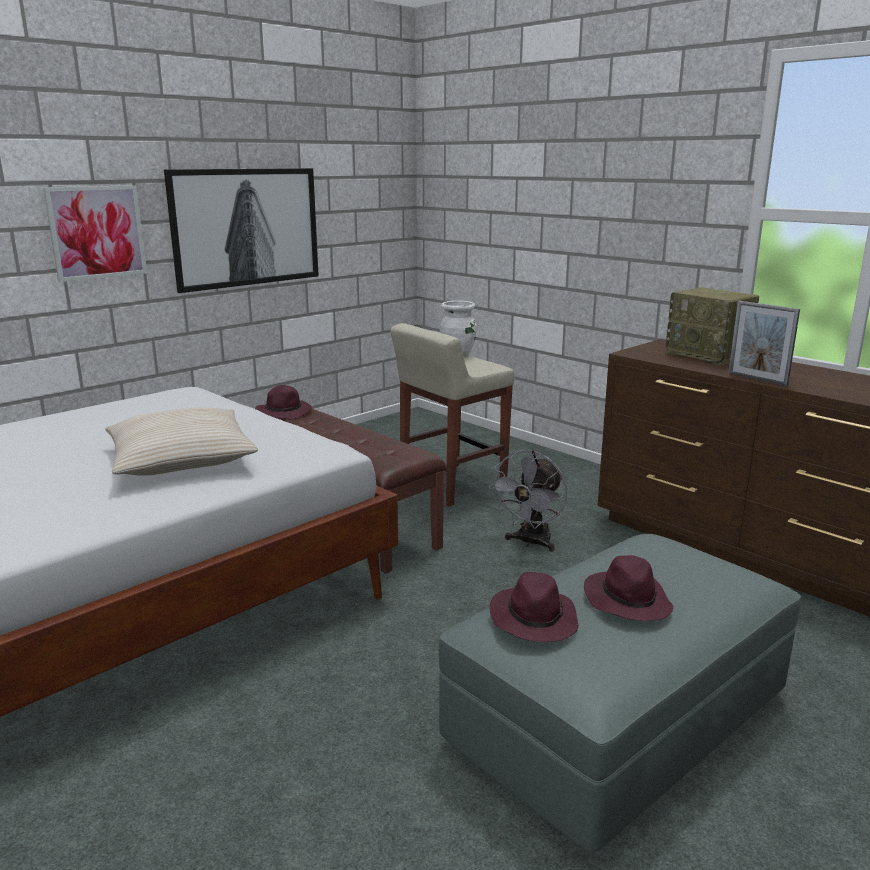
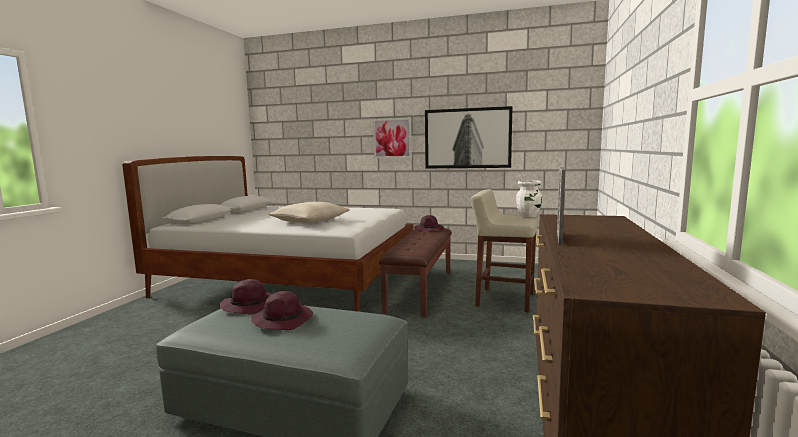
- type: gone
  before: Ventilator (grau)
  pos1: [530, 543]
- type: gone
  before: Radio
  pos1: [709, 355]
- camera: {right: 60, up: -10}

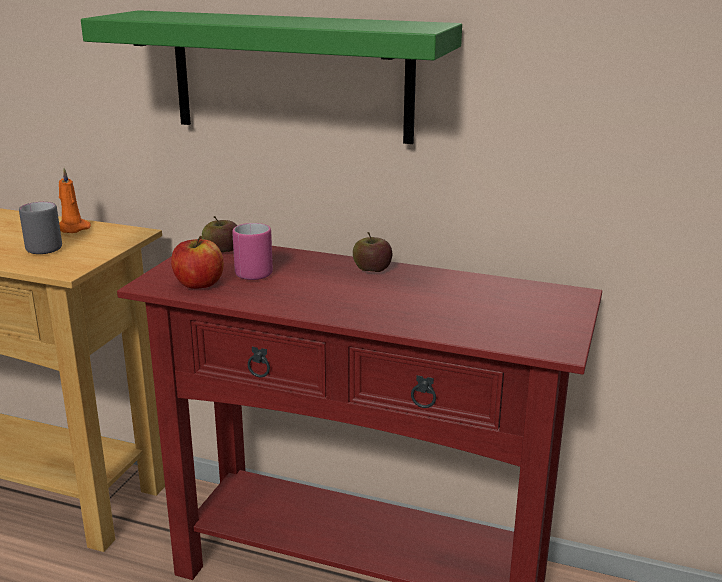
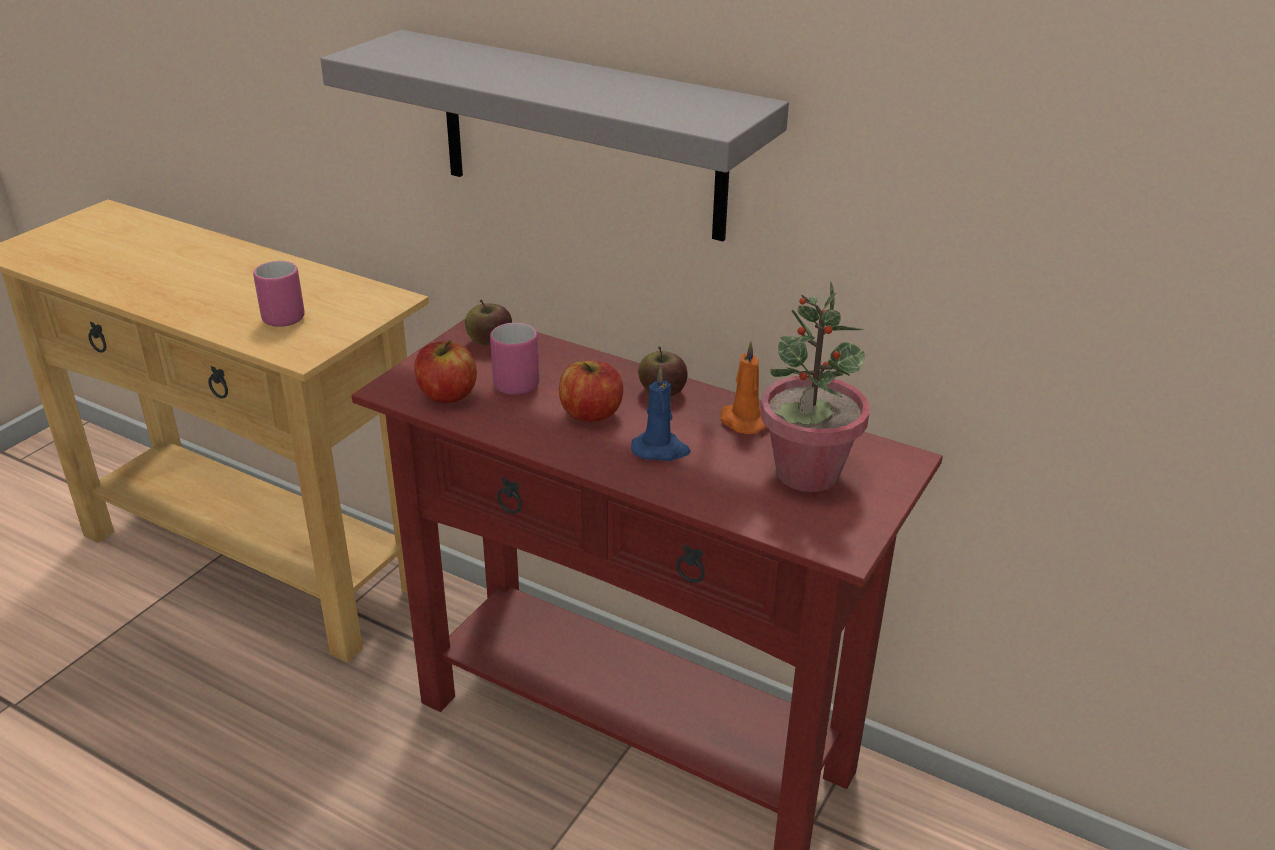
- type: new
  after: Apfel
  pos2: [591, 413]
- type: new
  after: Kerze (blau)
  pos2: [661, 450]
- type: new
  after: Topfpflanze
  pos2: [806, 473]
- type: shifted
  before: Kerze (orange)
  pos1: [71, 228]
  pos2: [742, 421]
- type: repainted
  before: Henkelbecher (grau)
  after: Henkelbecher (rosa)
  pos1: [43, 247]
  pos2: [283, 315]
- type: repainted
  before: Wandregal (grün)
  after: Wandregal (grau)
  pos1: [291, 76]
  pos2: [581, 135]
- camera: {right: 10, up: 10}

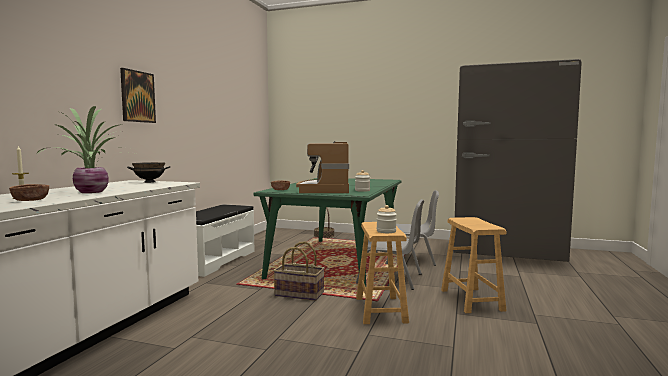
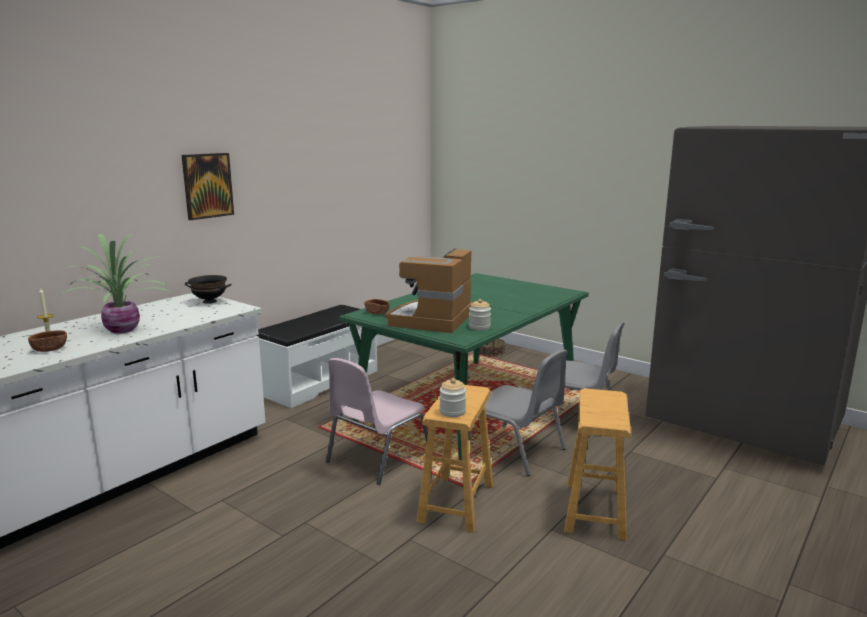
- type: swapped
  before: Korb
  after: Stuhl (rosa)
  pos1: [298, 294]
  pos2: [377, 457]
- camera: {right: 20, up: 10}

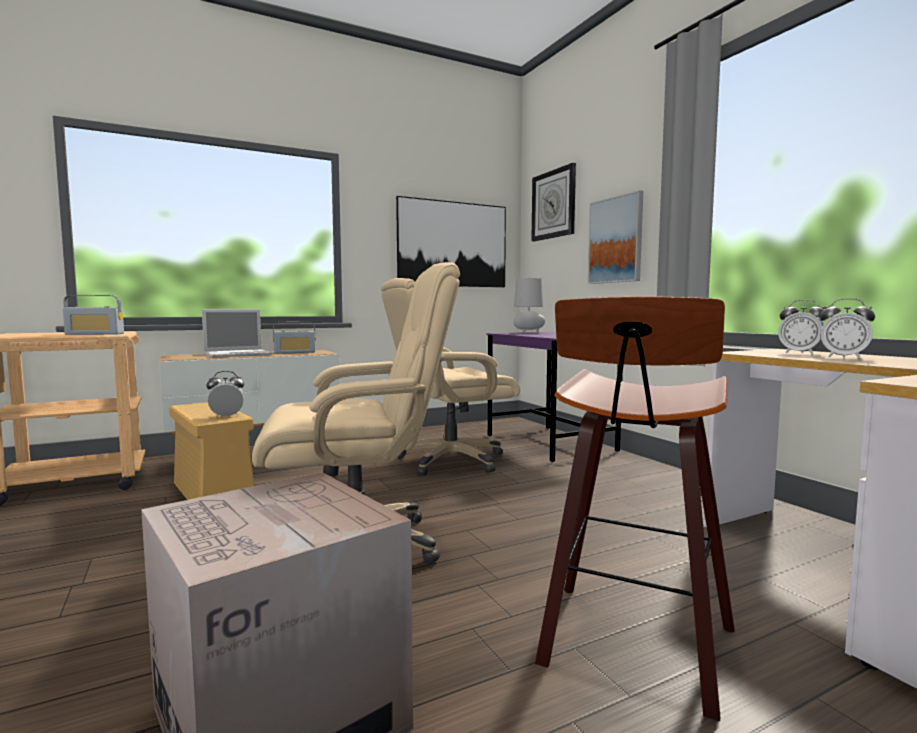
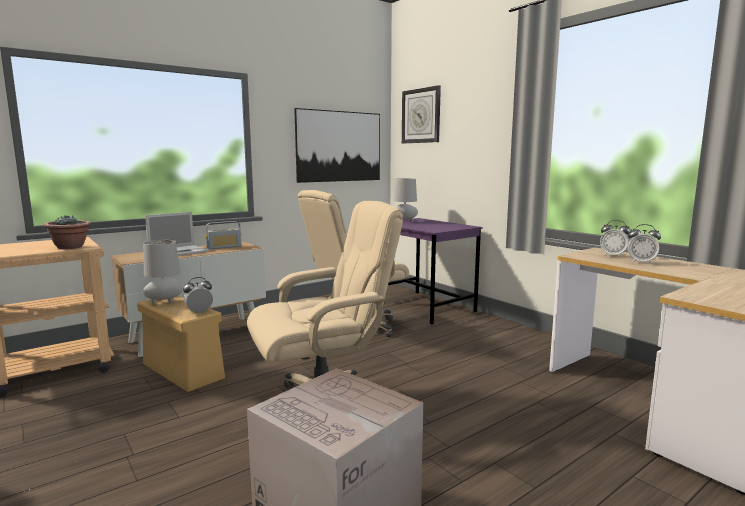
- type: gone
  before: Hocker
  pos1: [633, 648]
- type: gone
  before: Bild
  pos1: [615, 240]
- type: new
  after: Tischlampe (grau)
  pos2: [164, 302]
- type: swapped
  before: Radio
  after: Topfpflanze
  pos1: [95, 334]
  pos2: [70, 247]
- camera: {right: -10, up: 5}

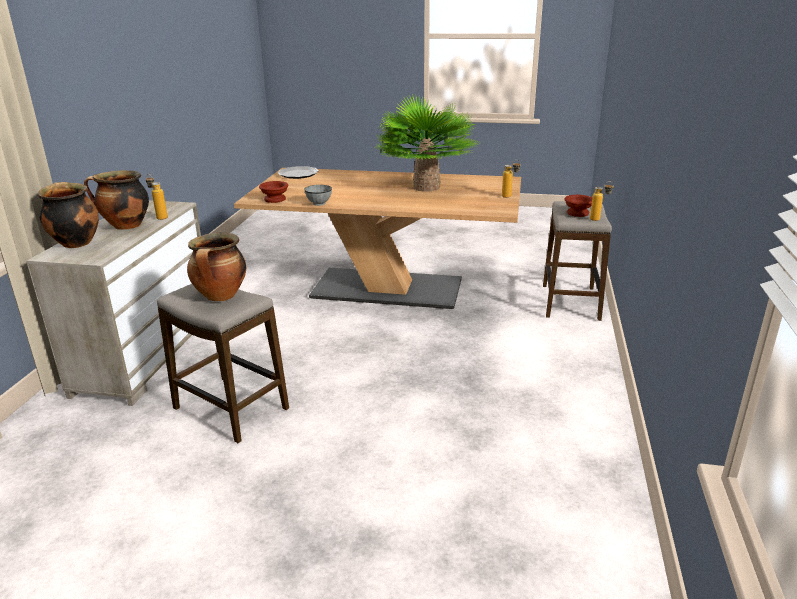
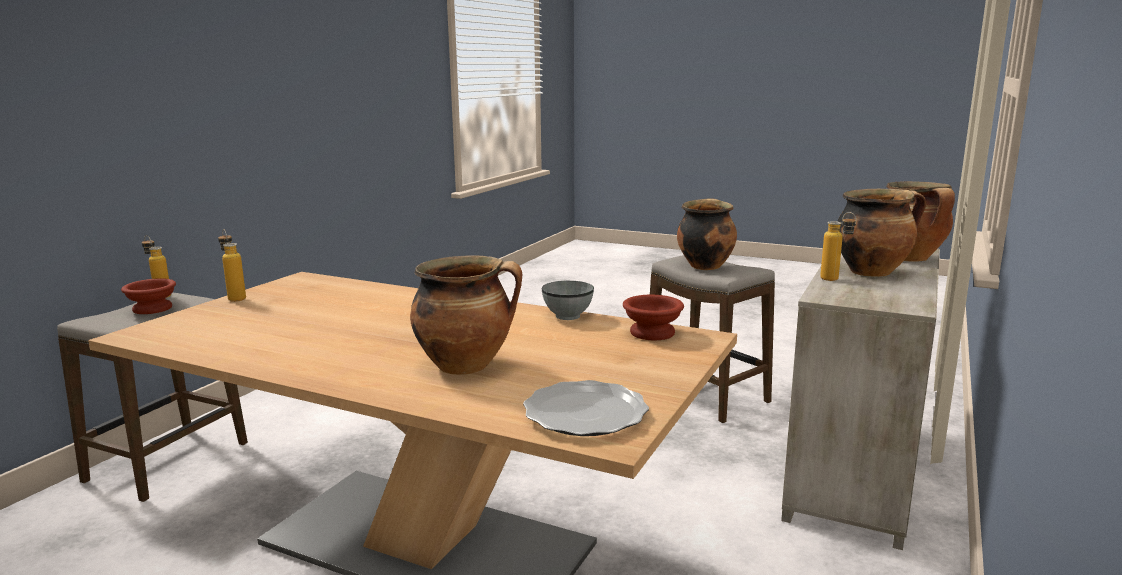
- type: gone
  before: Topfpflanze
  pos1: [426, 187]
- type: new
  after: Kochtopf
  pos2: [467, 366]
- camera: {right: -165, up: -10}

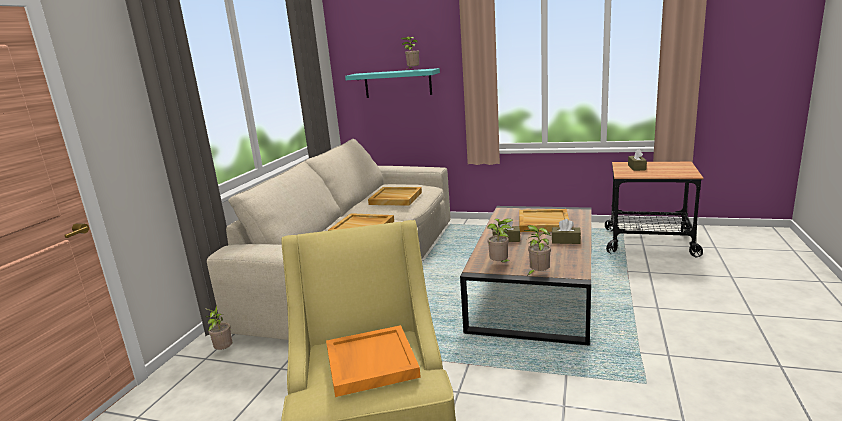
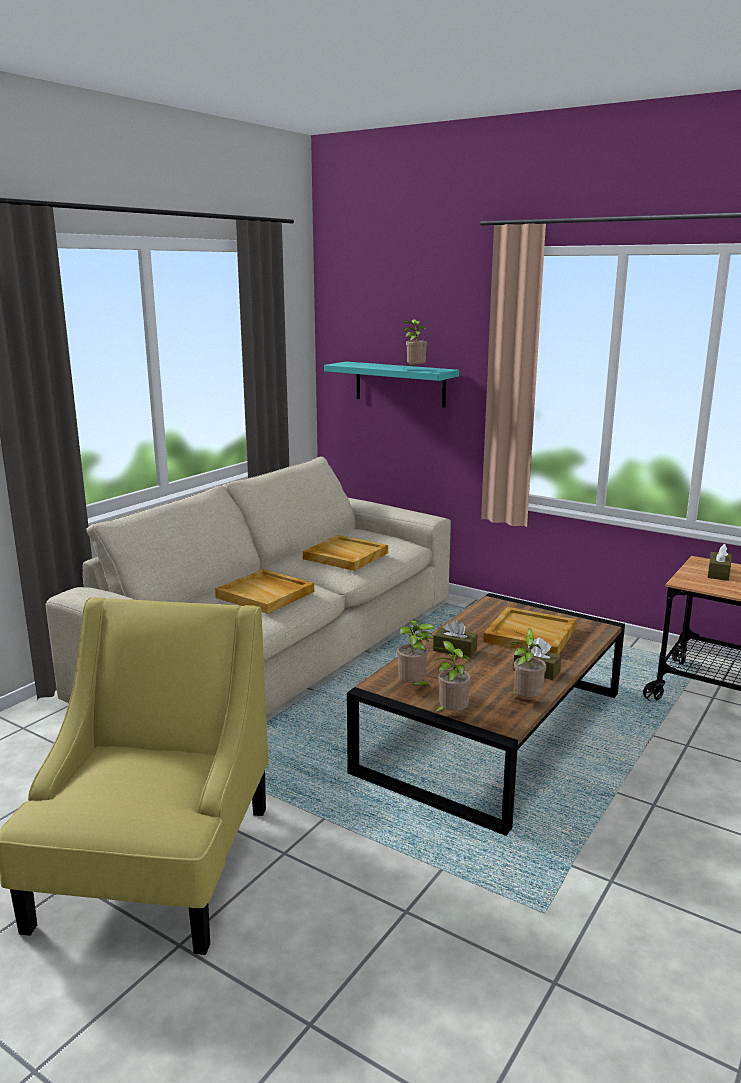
- type: gone
  before: Tablett (orange)
  pos1: [370, 362]
- type: shifted
  before: Topfpflanze
  pos1: [223, 351]
  pos2: [525, 700]
- camera: {right: 15, up: 0}

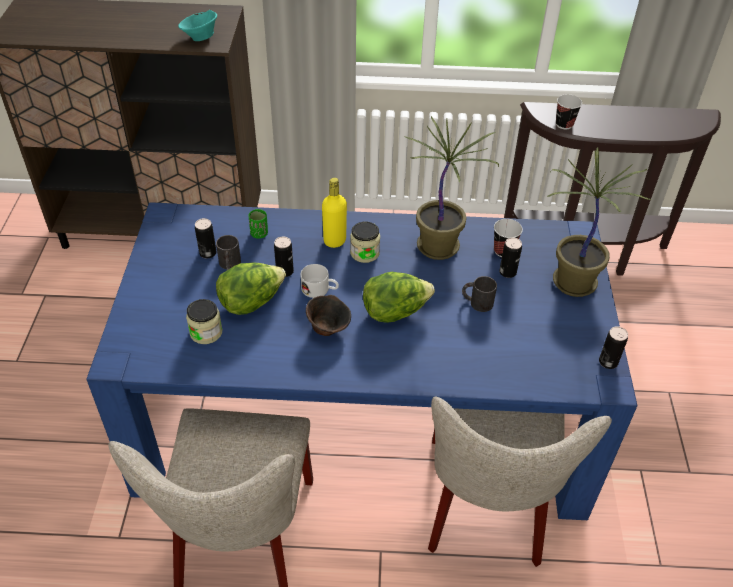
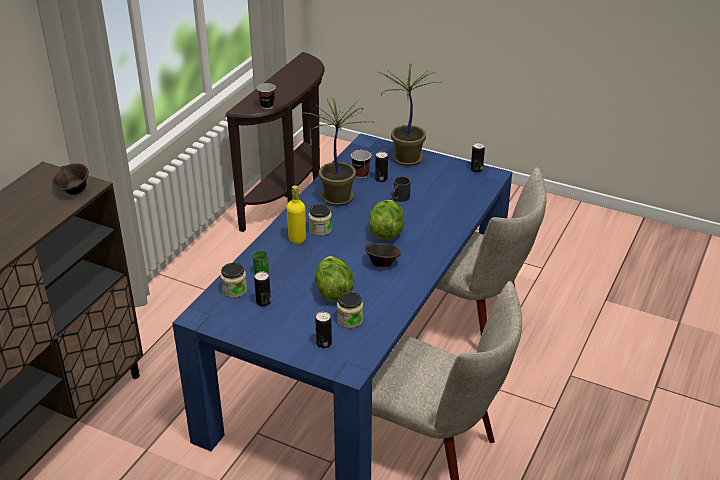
- type: gone
  before: Henkelbecher (schwarz)
  pos1: [229, 265]
- type: gone
  before: Henkelbecher (weiß)
  pos1: [320, 290]
- type: new
  after: Vorratsglas
  pos2: [234, 290]
- type: shifted
  before: Dose
  pos1: [284, 271]
  pos2: [324, 343]
- type: repainted
  before: Schüssel (türkis)
  after: Schüssel (braun)
  pos1: [200, 38]
  pos2: [74, 191]
- camera: {right: -65, up: -10}

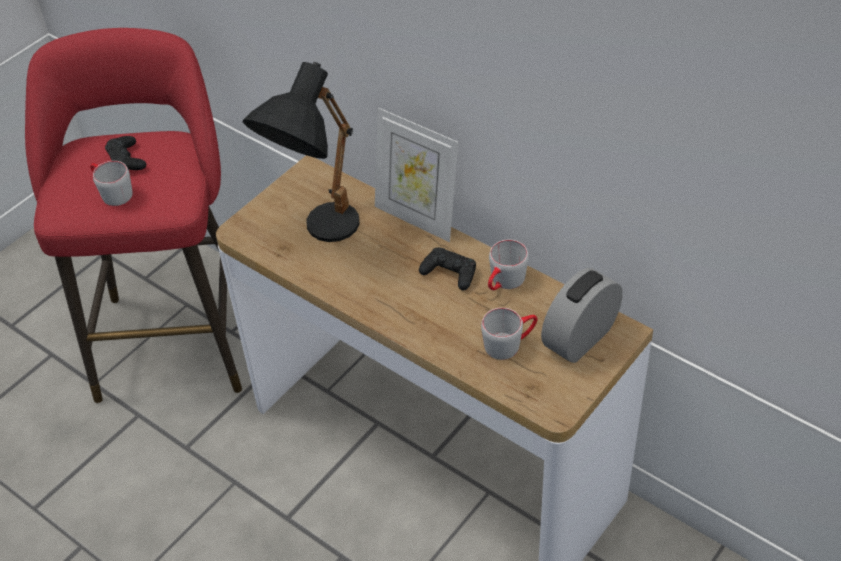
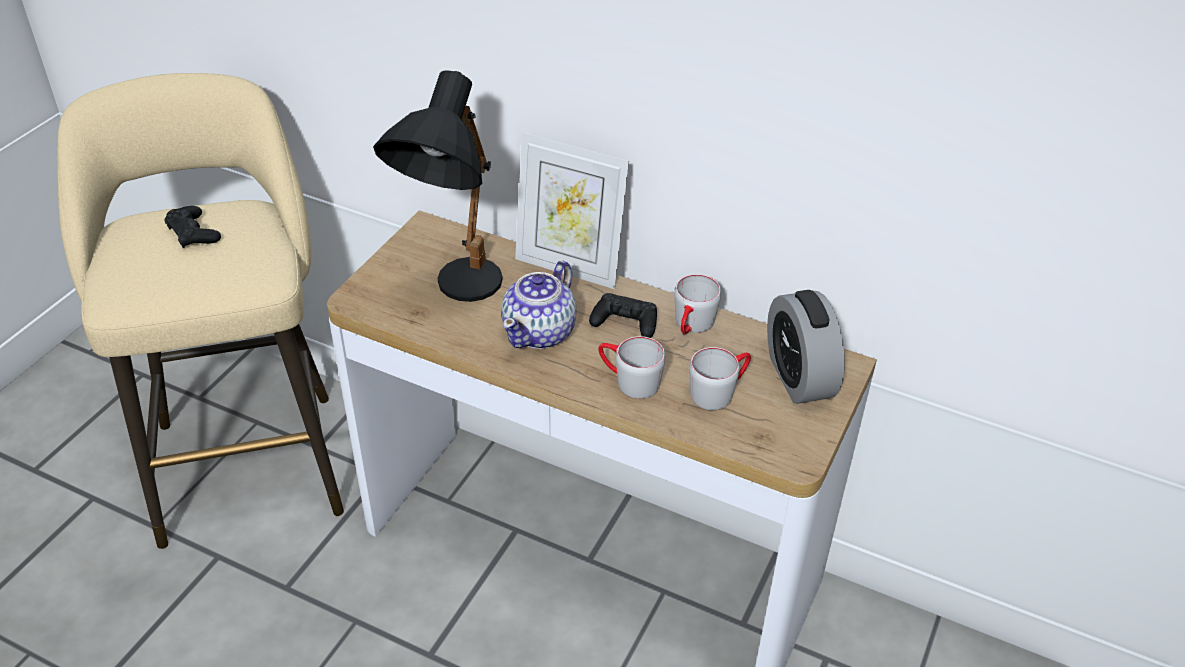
- type: new
  after: Teekanne
  pos2: [540, 332]
- type: shifted
  before: Henkelbecher (grau)
  pos1: [112, 192]
  pos2: [628, 381]
- type: repainted
  before: Hocker (rot)
  after: Hocker (beige)
  pos1: [175, 334]
  pos2: [248, 457]
- type: rotated
  before: Wecker
  pos1: [580, 338]
  pos2: [798, 377]
  turn: -45
- camera: {right: -15, up: -5}

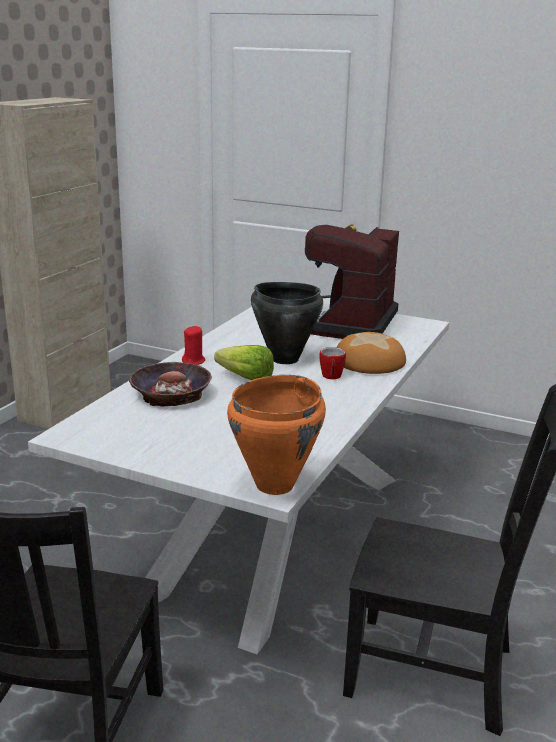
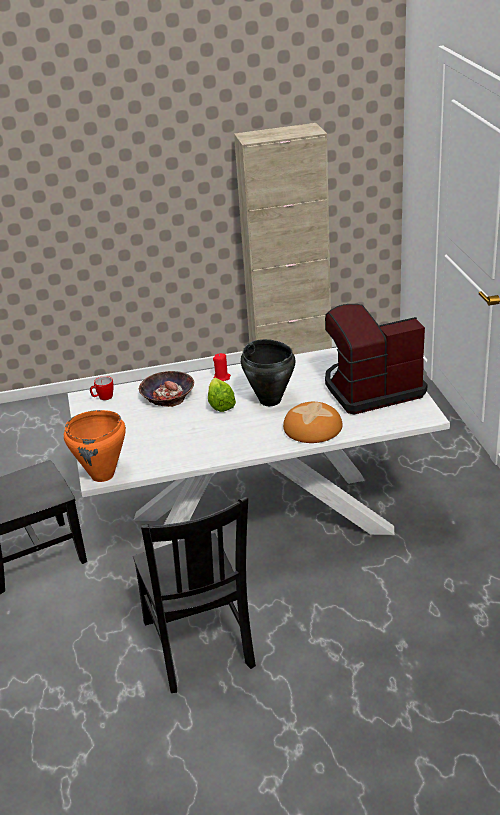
- type: shifted
  before: Henkelbecher
  pos1: [331, 377]
  pos2: [103, 398]
- camera: {right: 55, up: 10}

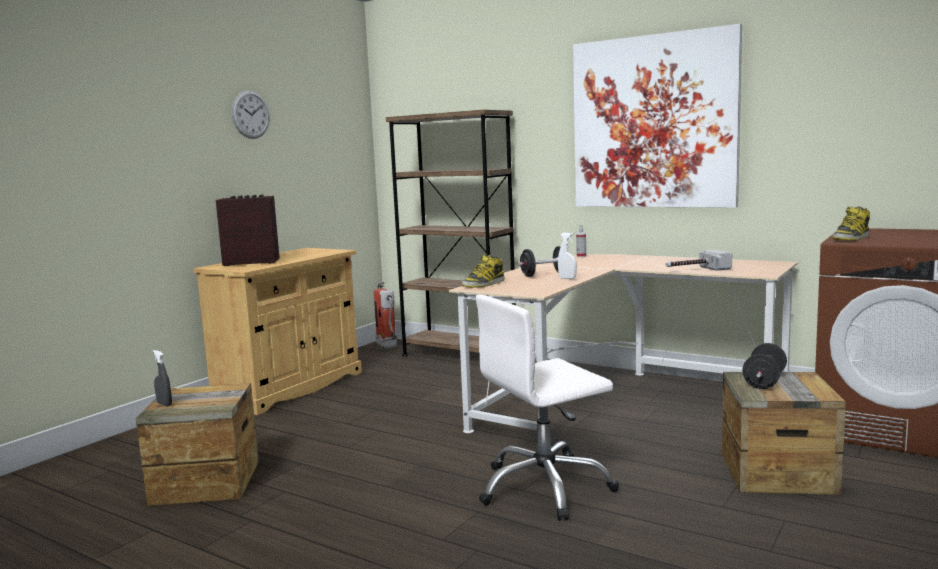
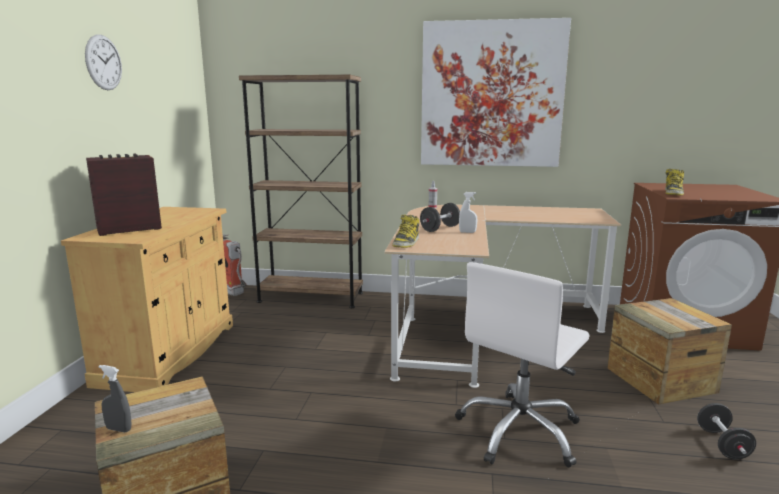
- type: gone
  before: Hammer
  pos1: [695, 270]
- type: shifted
  before: Hantel (schwarz)
  pos1: [764, 381]
  pos2: [722, 444]
- camera: {right: -25, up: 5}

